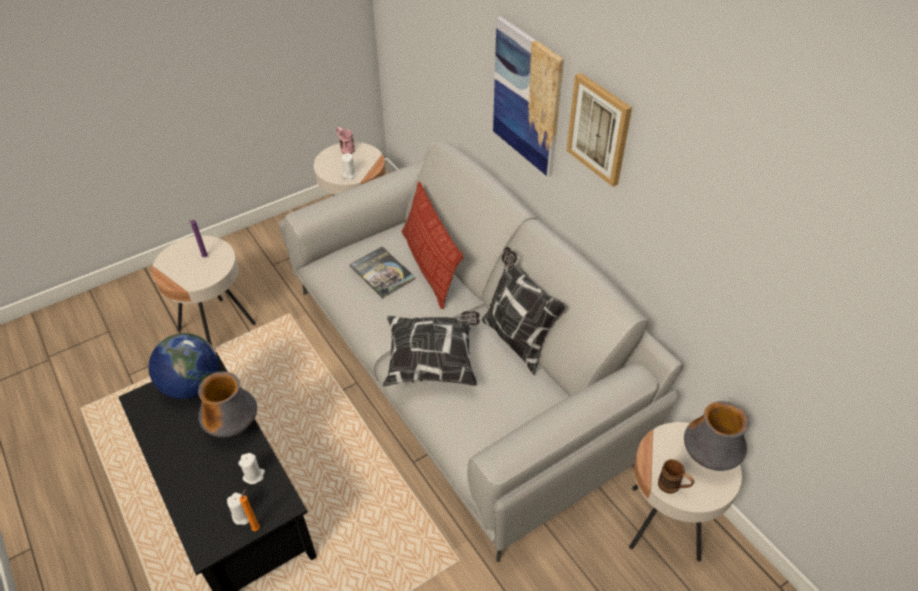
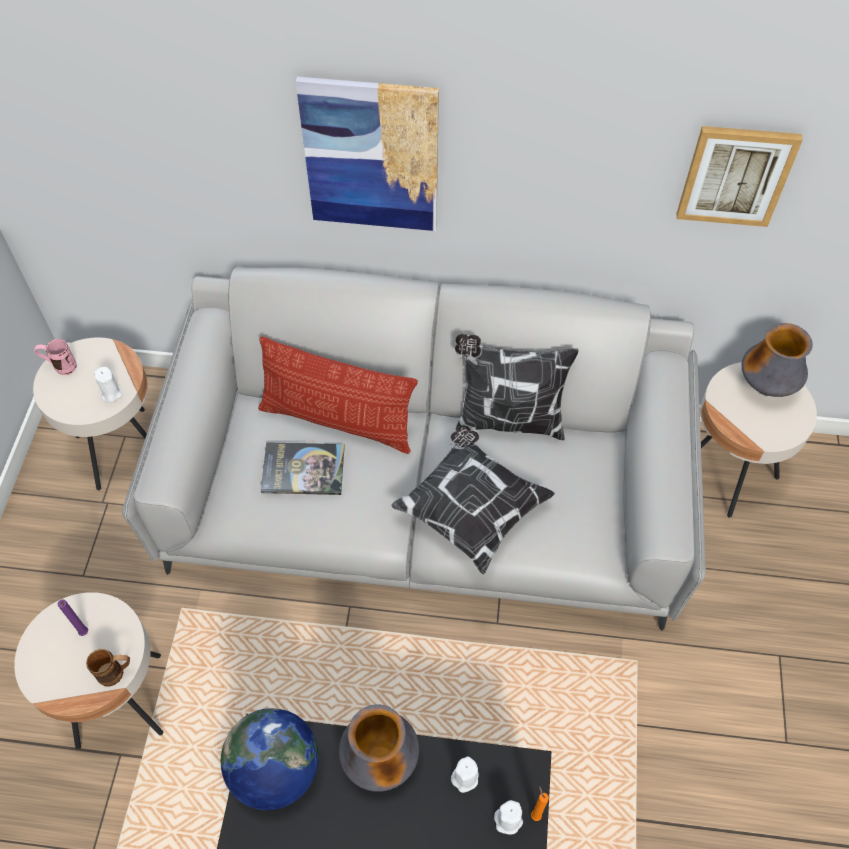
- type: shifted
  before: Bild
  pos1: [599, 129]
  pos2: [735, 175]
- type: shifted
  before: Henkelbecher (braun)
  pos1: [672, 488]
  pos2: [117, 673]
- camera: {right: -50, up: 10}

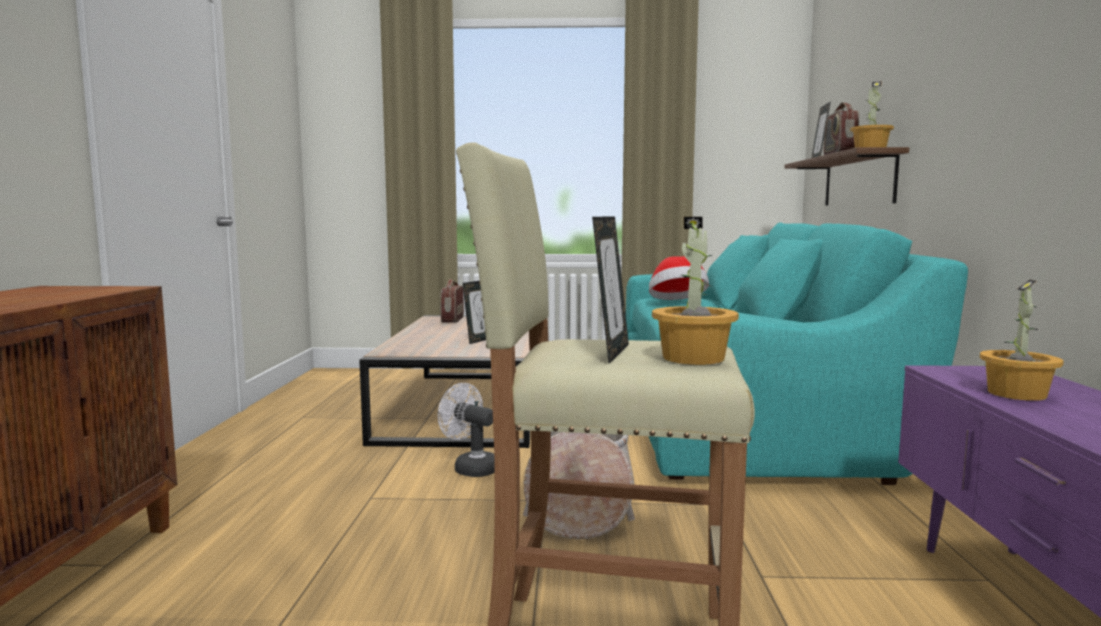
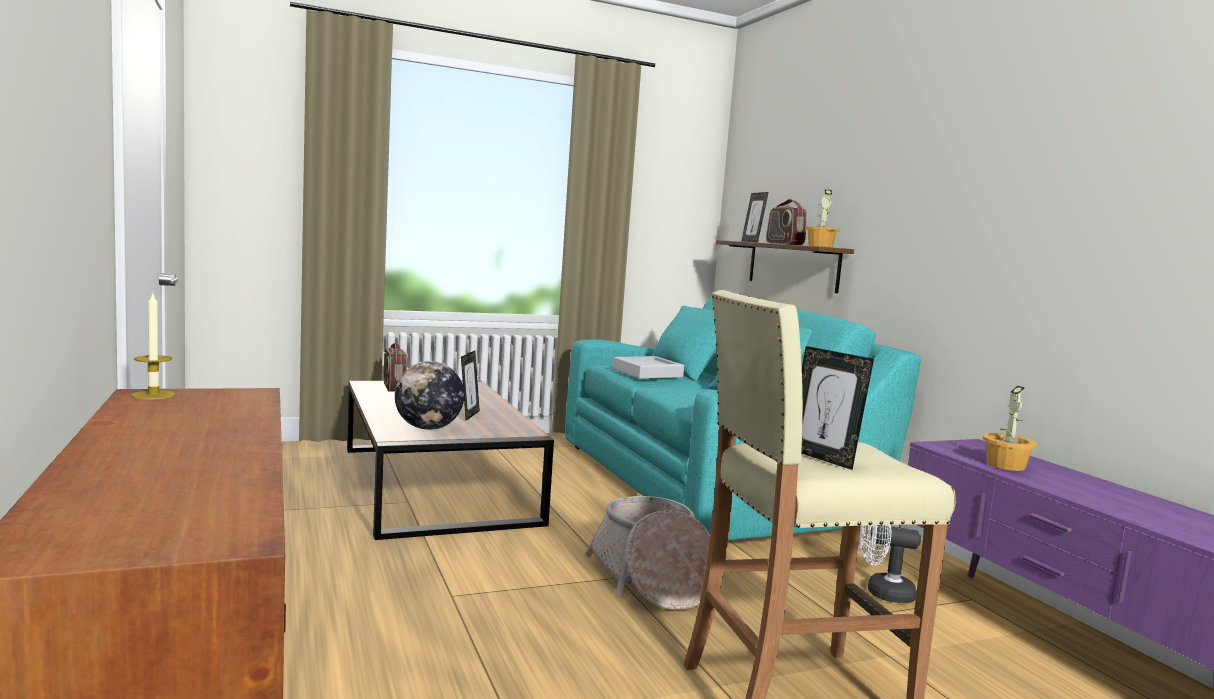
- type: gone
  before: Topfpflanze
  pos1: [693, 358]
- type: new
  after: Kerze
  pos2: [153, 395]
- type: new
  after: Globus
  pos2: [428, 428]
- type: shifted
  before: Ventilator (weiß)
  pos1: [471, 468]
  pos2: [882, 592]
- type: swapped
  before: Hut
  after: Tablett (grau)
  pos1: [677, 302]
  pos2: [647, 373]
- type: rotated
  before: Bilderrahmen
  pos1: [611, 353]
  pos2: [822, 458]
  turn: 150
- camera: {right: -25, up: 0}

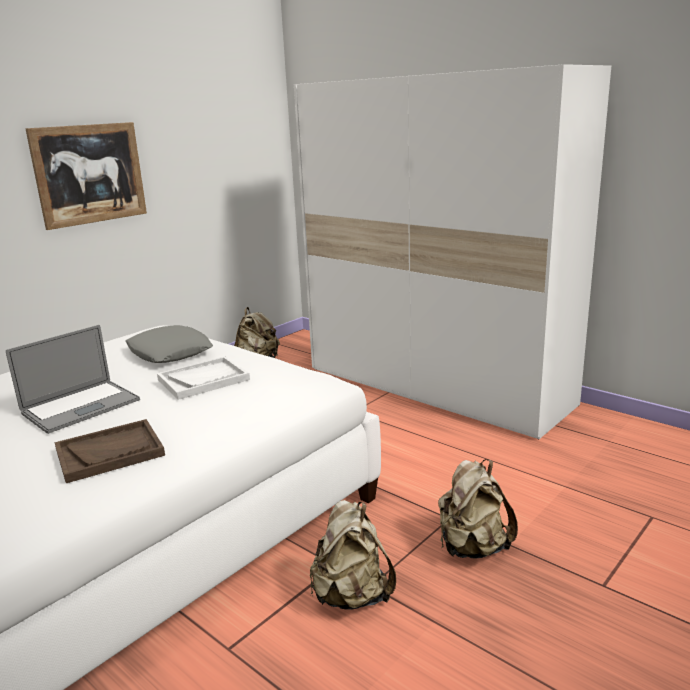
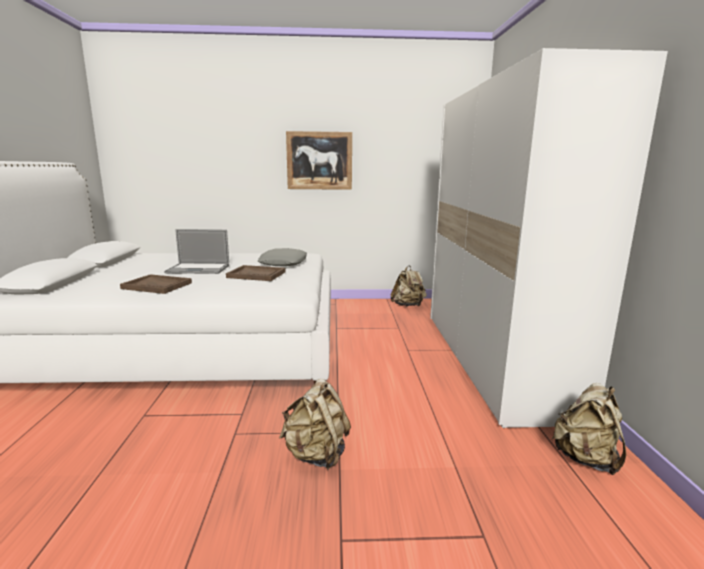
- type: shifted
  before: Rucksack (beige)
  pos1: [352, 595]
  pos2: [586, 458]
- type: repainted
  before: Tablett (weiß)
  after: Tablett (braun)
  pos1: [203, 379]
  pos2: [256, 275]
- camera: {right: 45, up: -5}

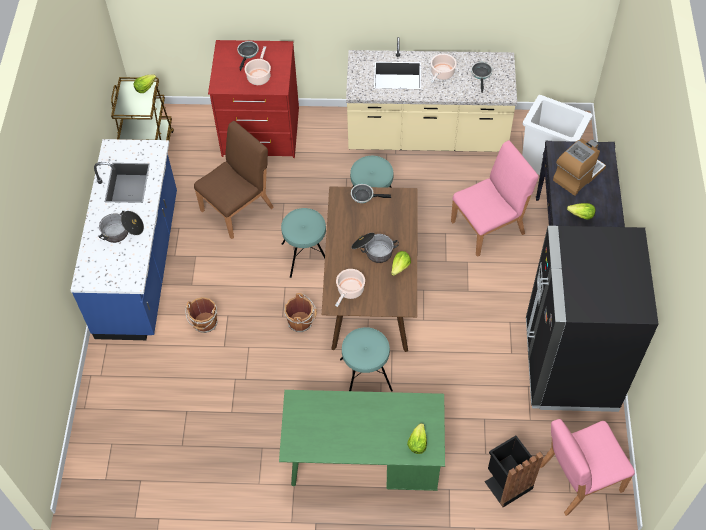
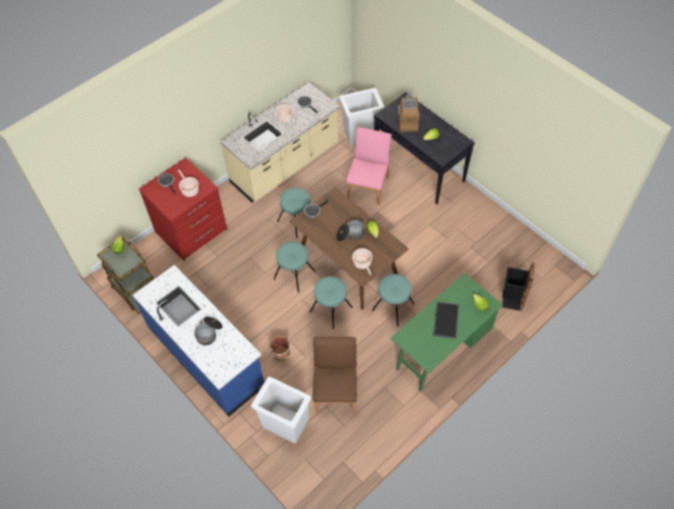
- type: gone
  before: Kühlschrank (schwarz)
  pos1: [570, 365]
- type: gone
  before: Stuhl (rosa)
  pos1: [579, 478]
- type: new
  after: Mülleimer (weiß)
  pos2: [285, 423]
- type: new
  after: Tablett
  pos2: [445, 319]
- type: shifted
  before: Stuhl (braun)
  pos1: [238, 208]
  pos2: [336, 391]
- type: swapped
  before: Eimer (braun)
  after: Hocker (türkis)
  pos1: [301, 322]
  pos2: [331, 309]
- camera: {right: -45, up: 0}

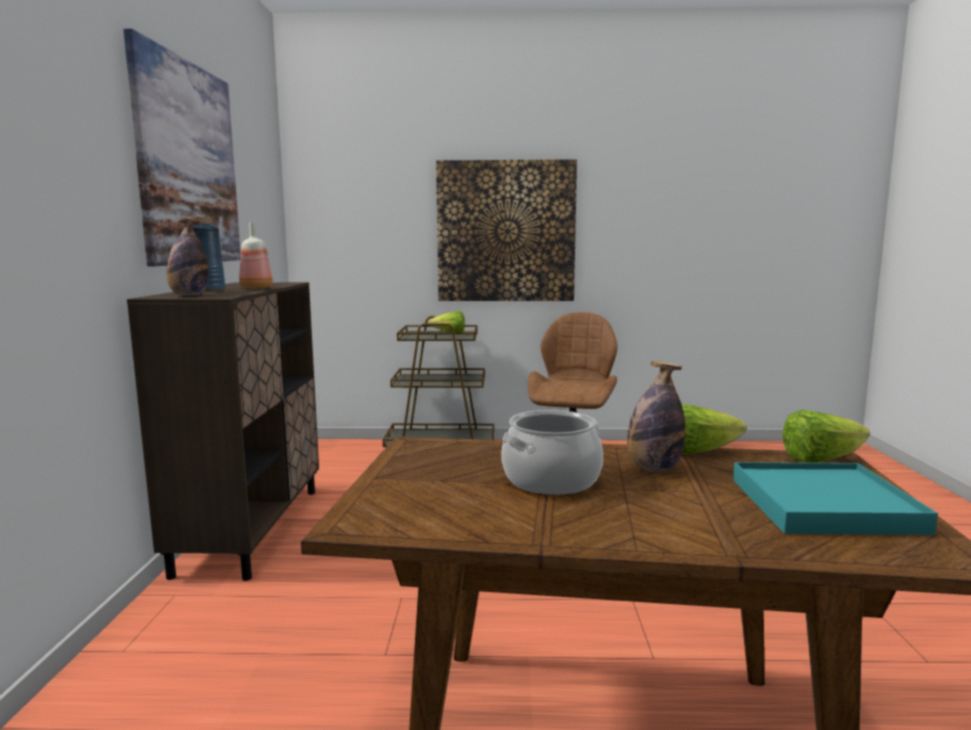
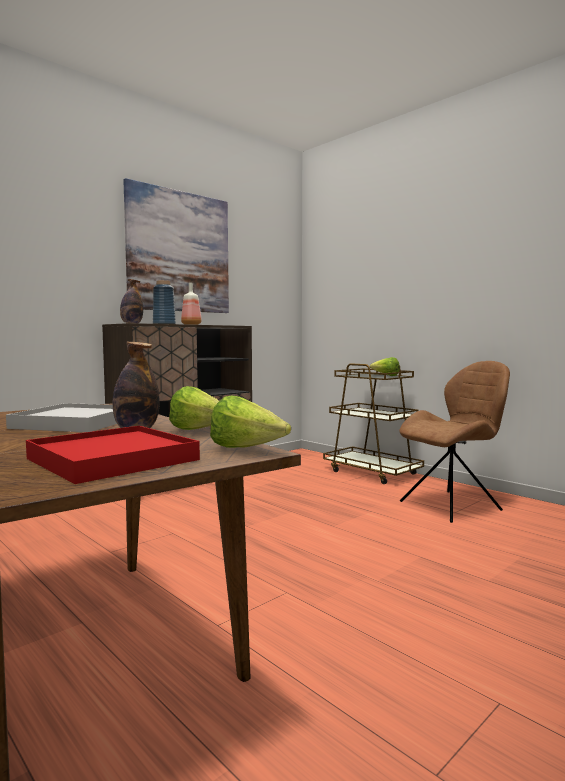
- type: gone
  before: Bild
  pos1: [506, 231]
- type: swapped
  before: Kochtopf
  after: Tablett (weiß)
  pos1: [551, 480]
  pos2: [76, 423]
- type: repainted
  before: Tablett (türkis)
  after: Tablett (rot)
  pos1: [823, 505]
  pos2: [112, 459]
- camera: {right: 45, up: -5}

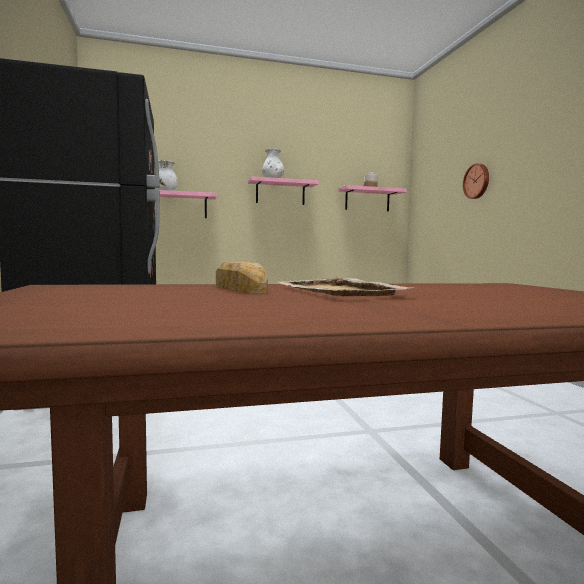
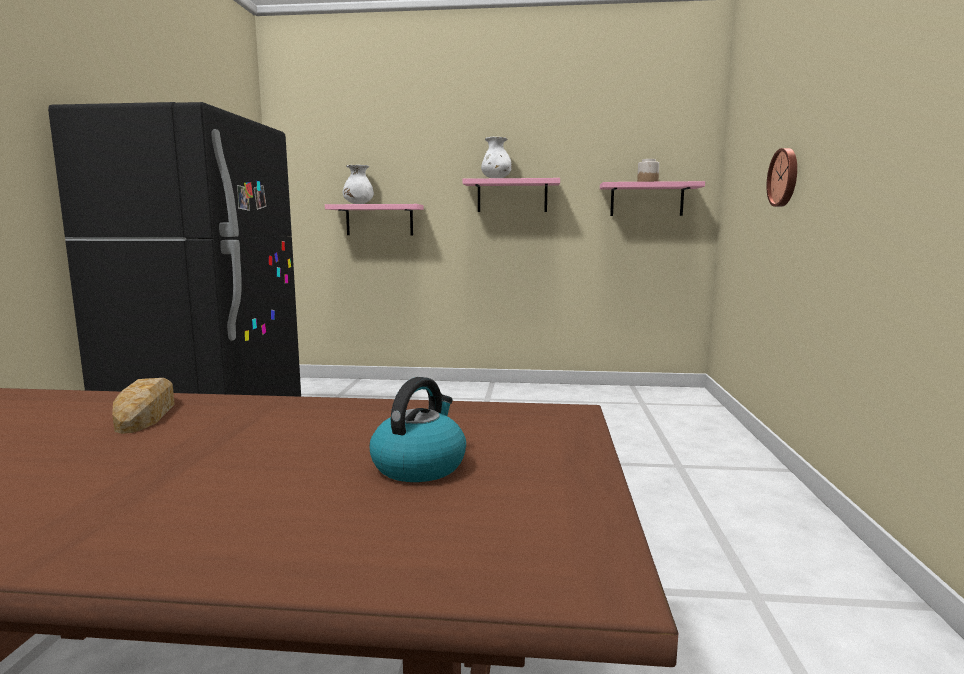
- type: gone
  before: Tablett (beige)
  pos1: [338, 291]
- type: new
  after: Wasserkessel
  pos2: [419, 465]
- camera: {right: 20, up: 5}

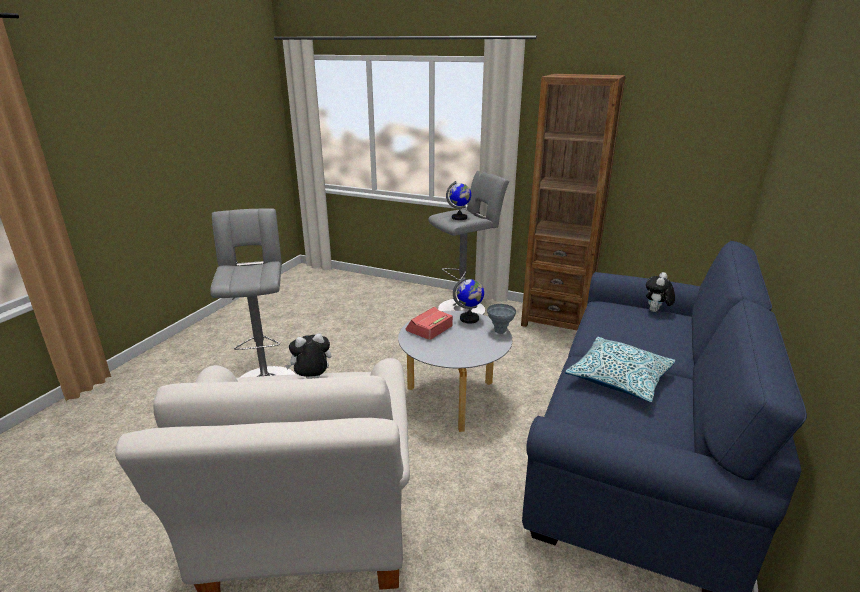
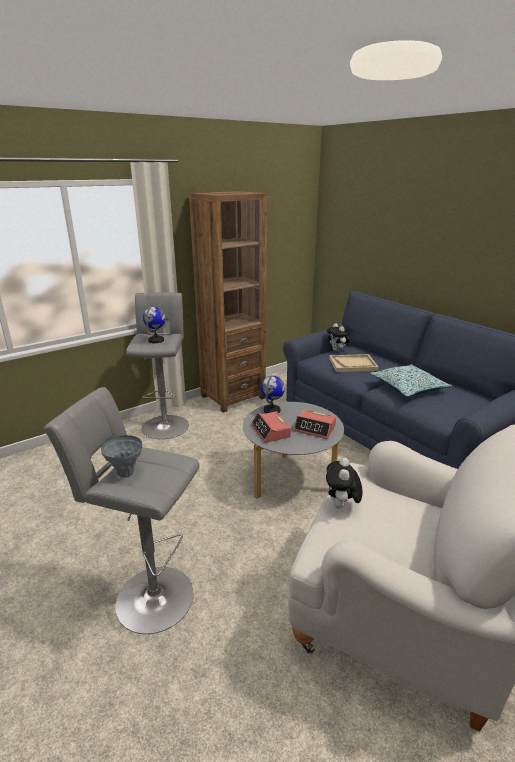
- type: new
  after: Wecker
  pos2: [315, 428]
- type: new
  after: Tablett (beige)
  pos2: [353, 364]
- type: shifted
  before: Vase (grau)
  pos1: [500, 331]
  pos2: [126, 473]
- camera: {right: -60, up: 0}

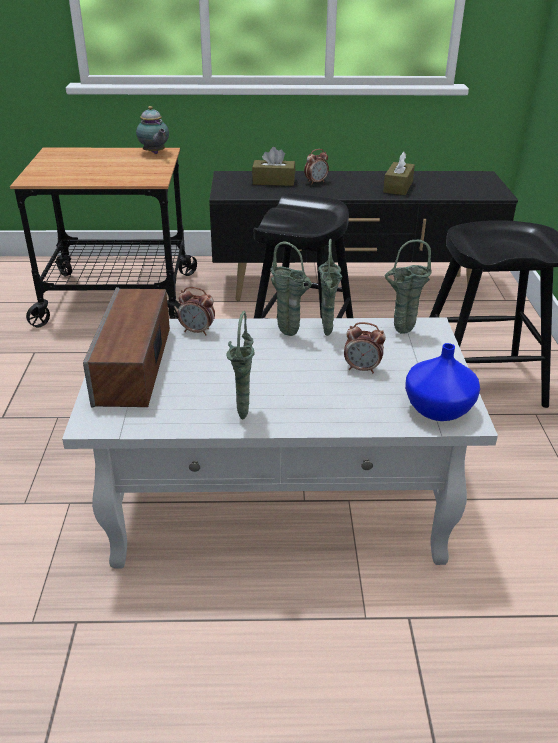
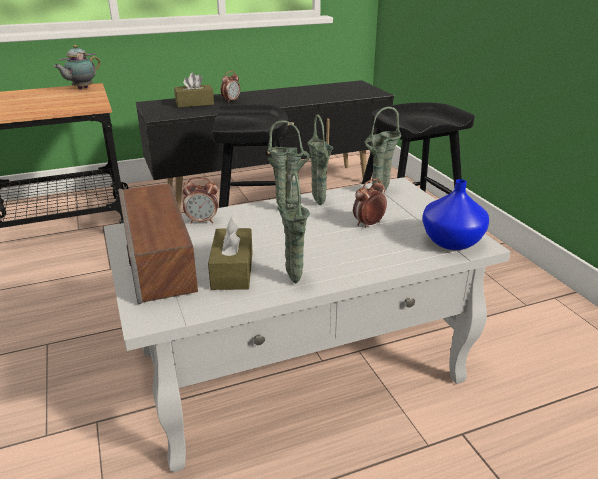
- type: shifted
  before: Taschentuchbox (braun)
  pos1: [398, 187]
  pos2: [232, 270]
- type: rotated
  before: Teekanne
  pos1: [154, 153]
  pos2: [81, 88]
  turn: 90
- type: rotated
  before: Wecker
  pos1: [362, 369]
  pos2: [368, 224]
  turn: 150
- camera: {right: -20, up: -5}

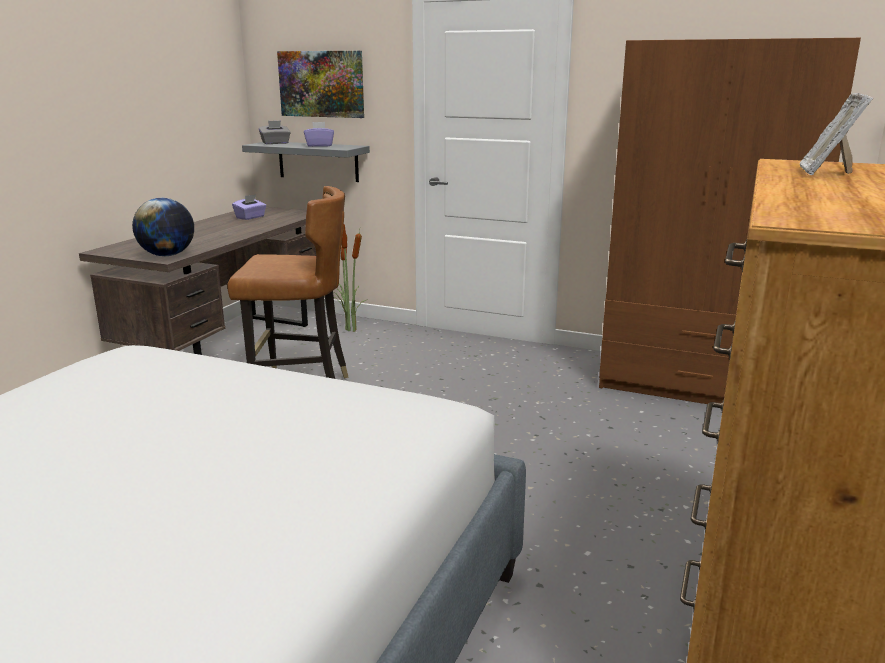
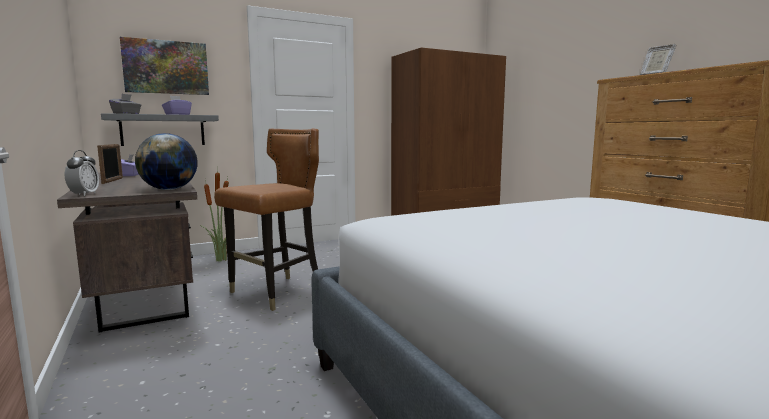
- type: new
  after: Wecker
  pos2: [84, 194]
- type: new
  after: Bilderrahmen
  pos2: [112, 181]
- camera: {right: -50, up: -10}

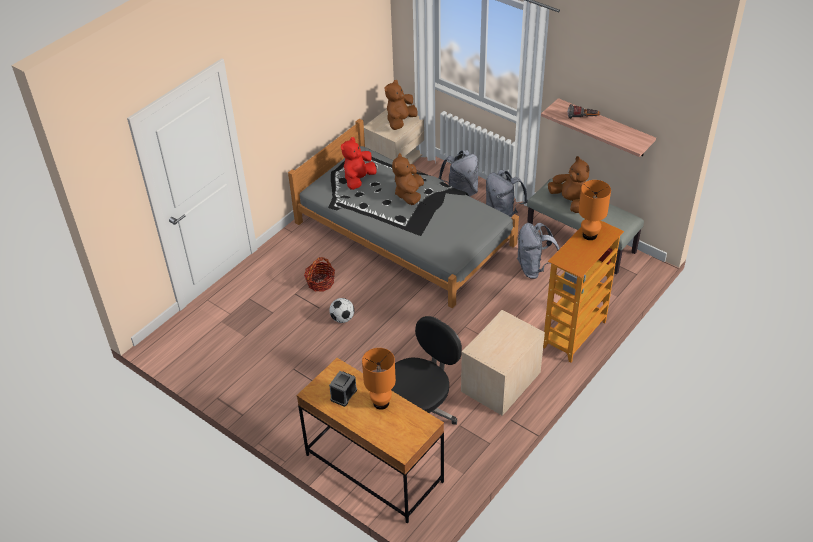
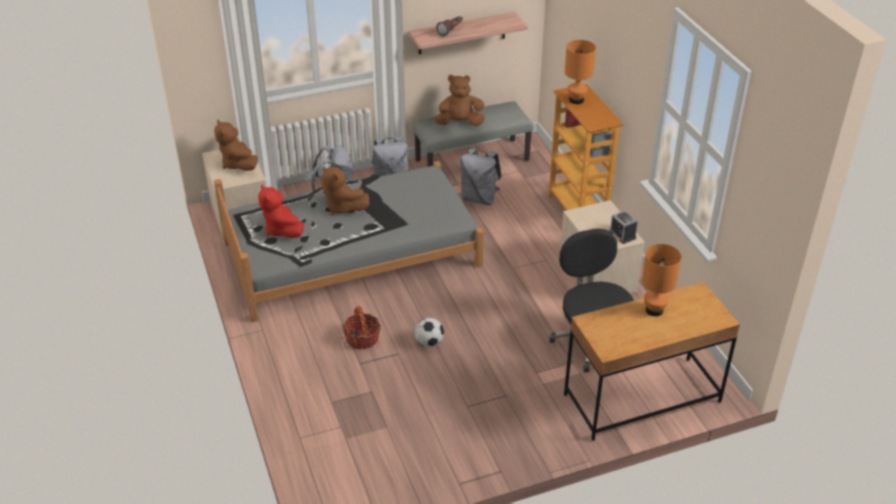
- type: shifted
  before: Wecker
  pos1: [343, 395]
  pos2: [622, 234]
- camera: {right: -60, up: -5}

